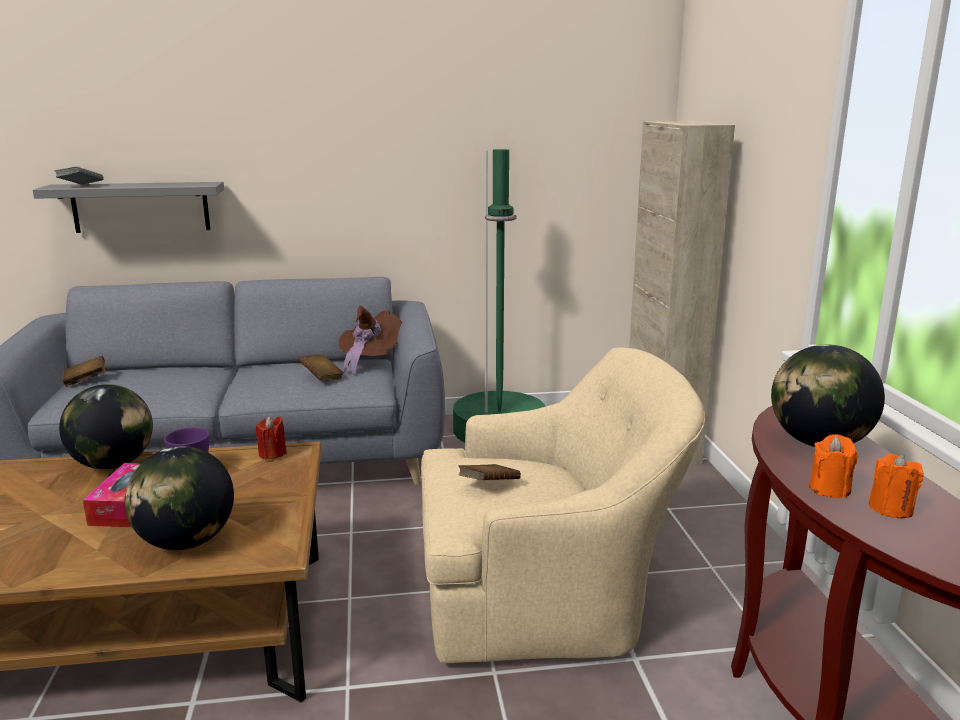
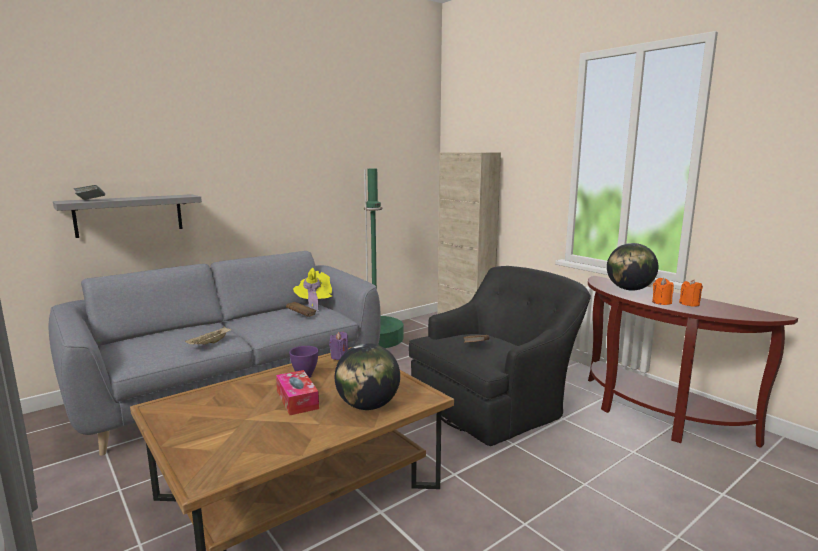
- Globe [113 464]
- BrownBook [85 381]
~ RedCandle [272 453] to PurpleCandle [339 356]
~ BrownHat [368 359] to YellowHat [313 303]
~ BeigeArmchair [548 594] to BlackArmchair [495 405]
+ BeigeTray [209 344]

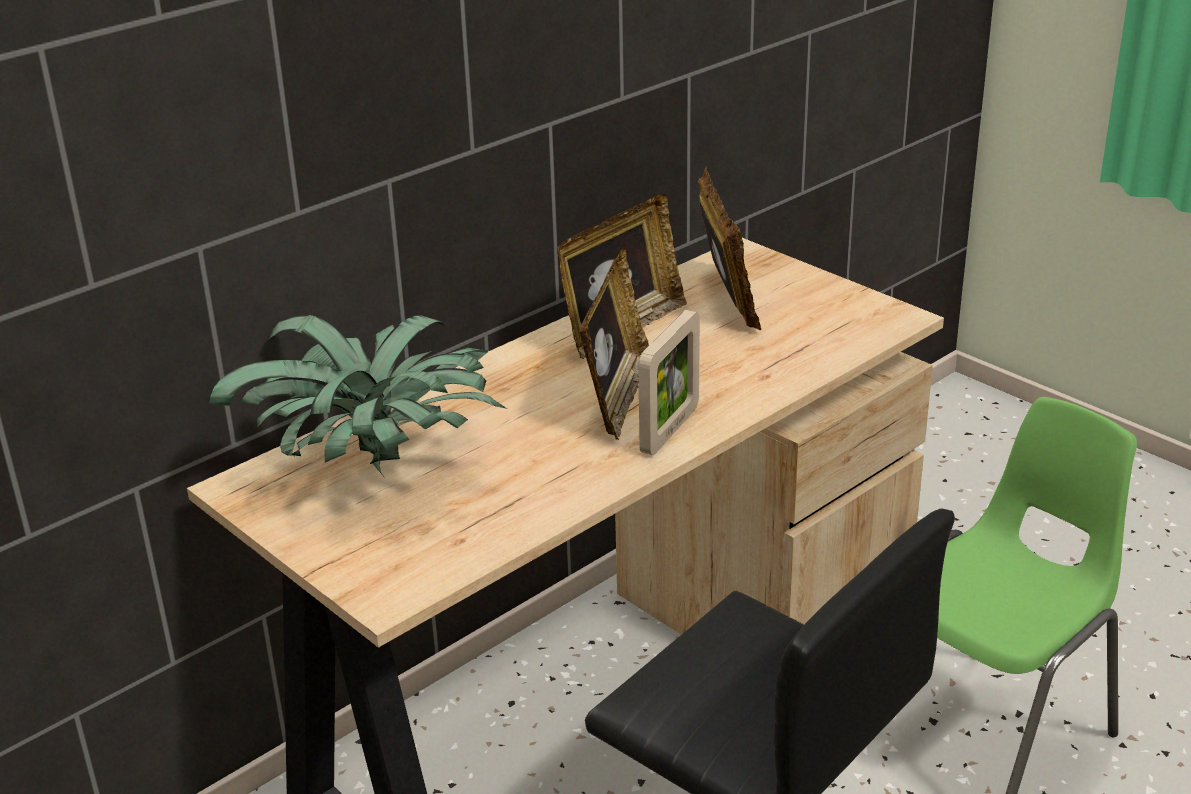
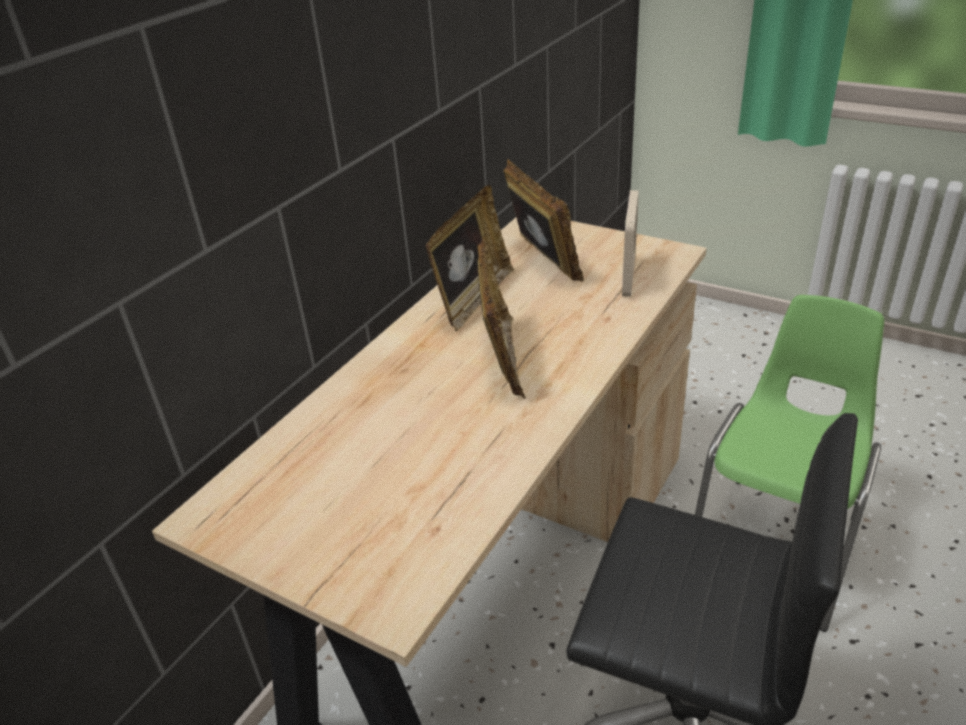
- PottedPlant [379 468]
~ PictureFrame [670 430] to [628 278]

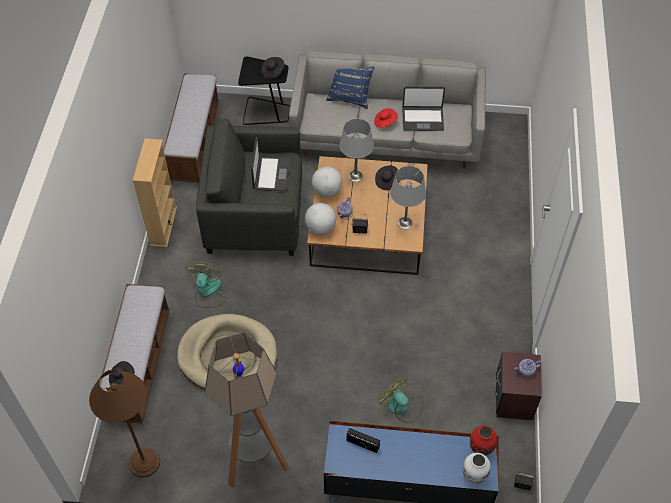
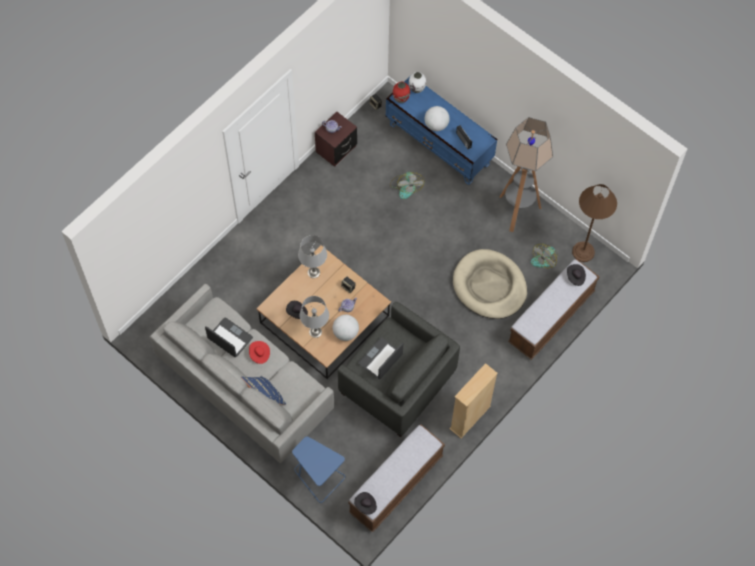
~ Fan [208 292] to [544 258]
~ BlackSideTable [266 112] to BlueSideTable [318 477]
~ BlackHat [273 72] to [365 505]
~ Globe [320 228] to [436 125]

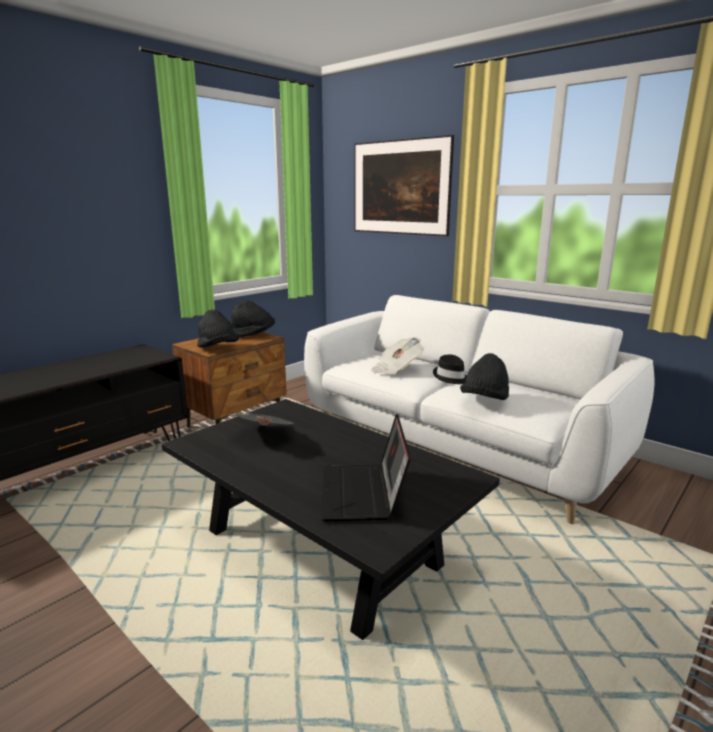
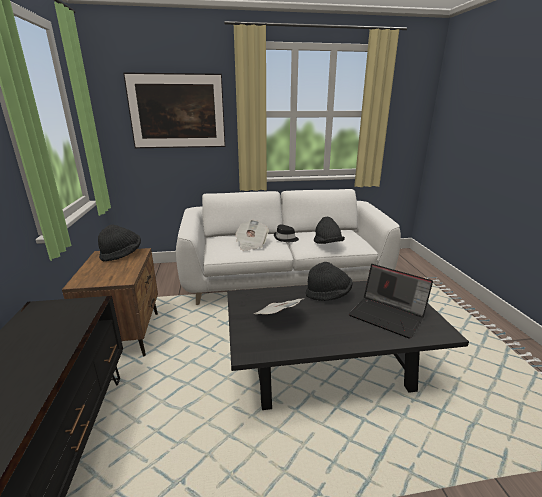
~ BlackHat [218 348] to [328 295]

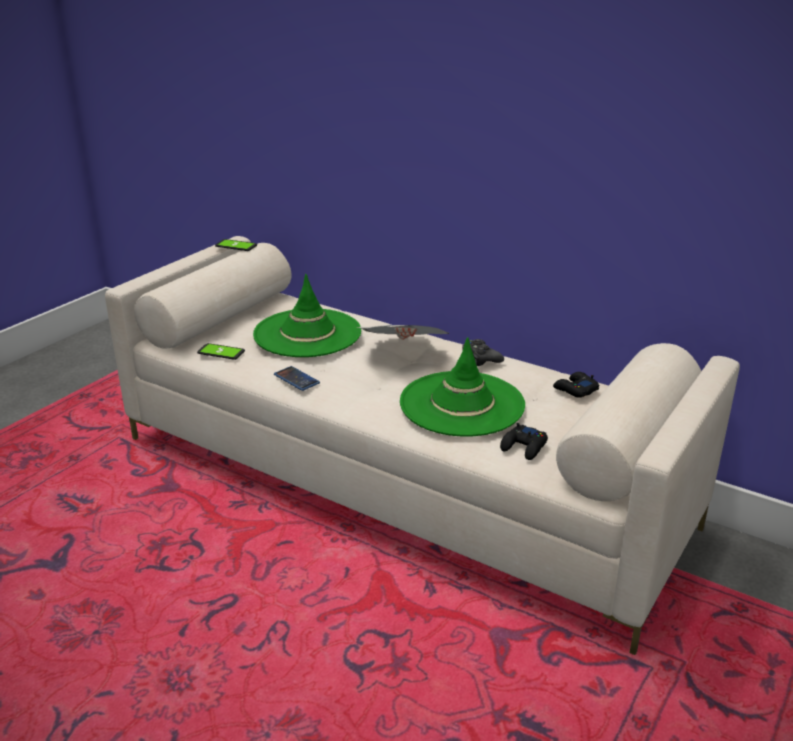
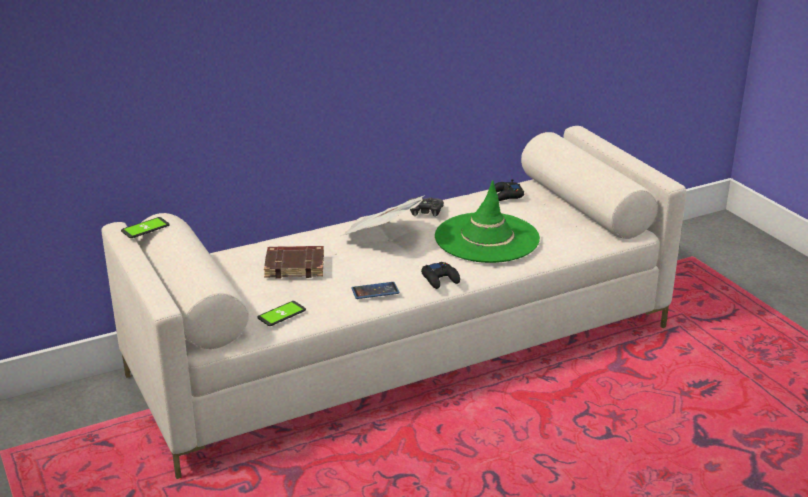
~ GreenHat [307 333] to BrownBook [295 266]
~ BlackGameController [524 447] to [440 279]

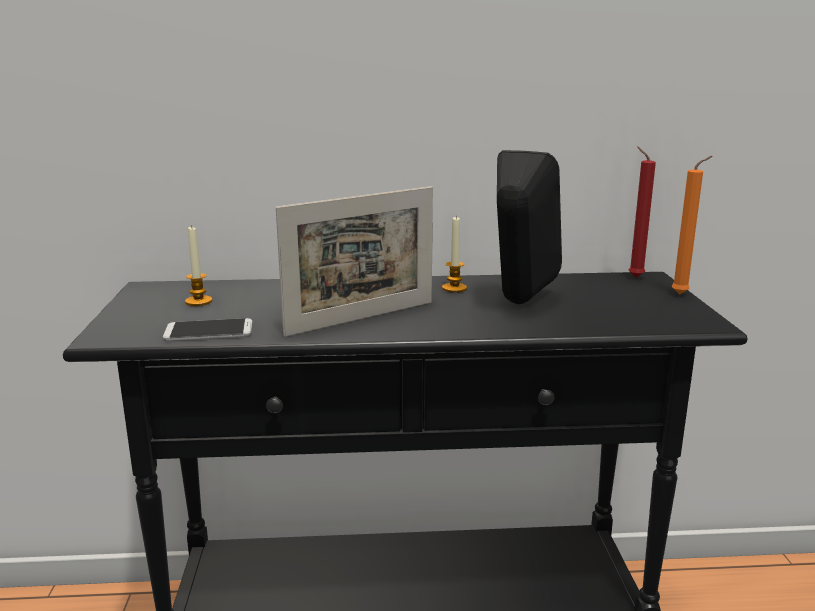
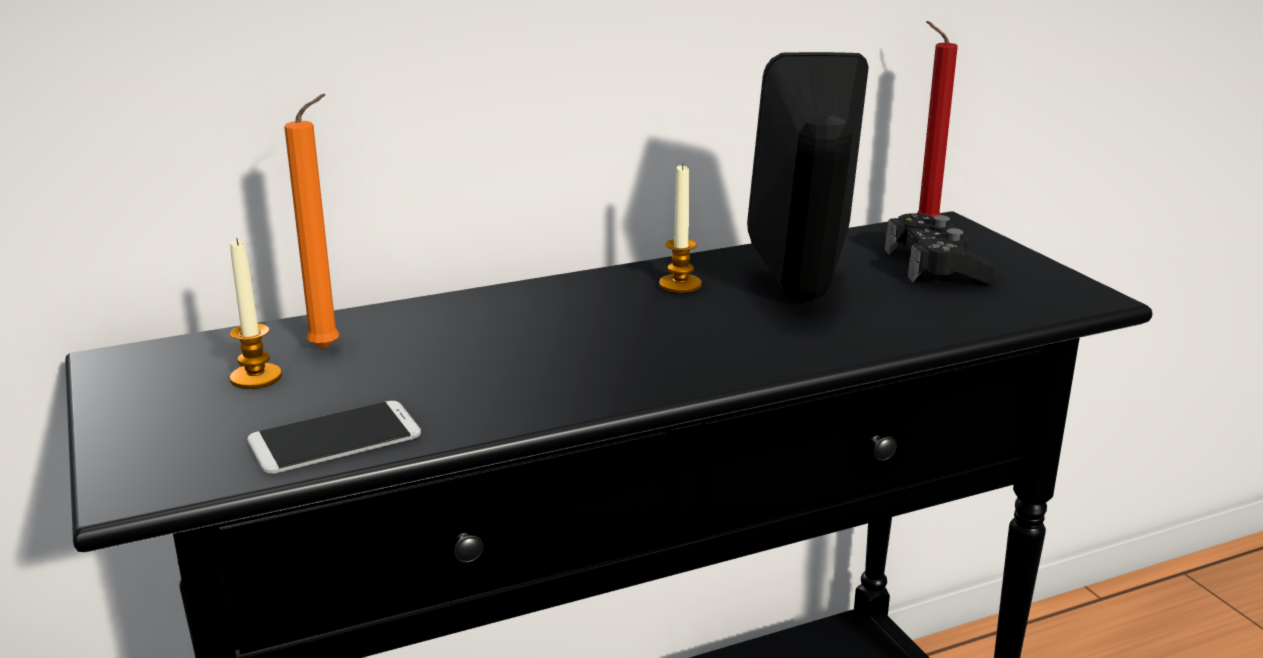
- PictureFrame [361 318]
~ OrangeCandle [682 294] to [330 348]
+ BlackGameController [936 266]

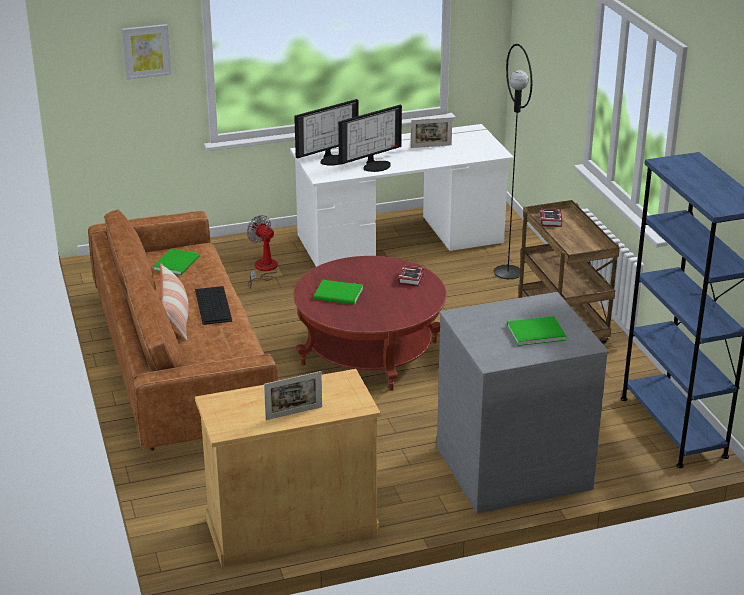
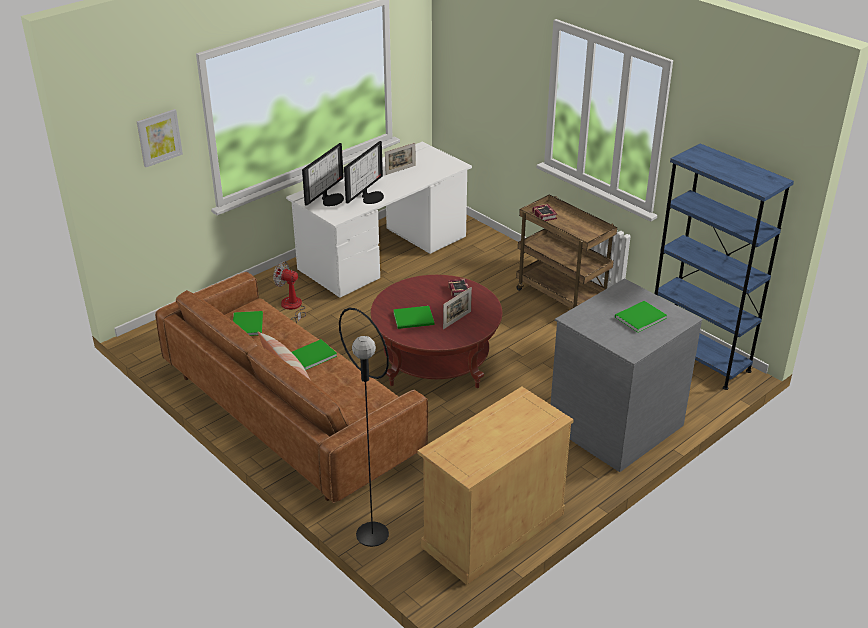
~ Keyboard [212 305] to GreenBook [311 355]
~ PictureFrame [294 413] to [457 320]
~ BlackFloorLamp [507 272] to [372 534]

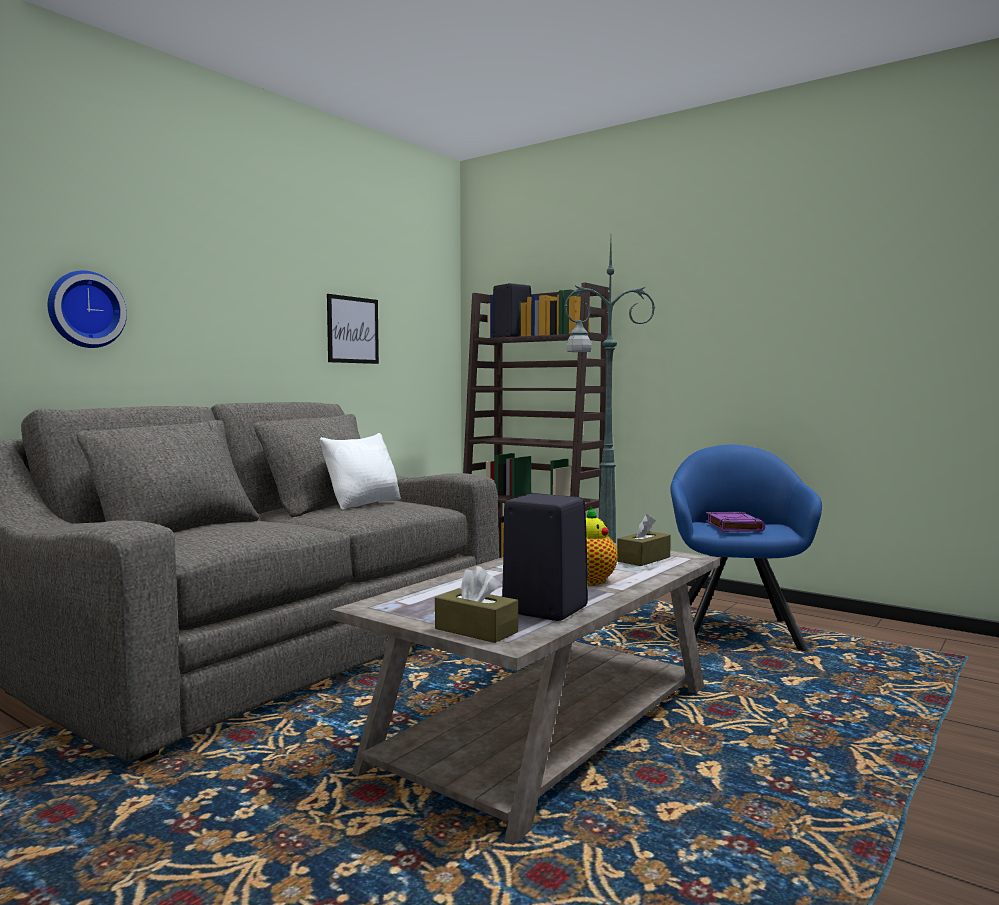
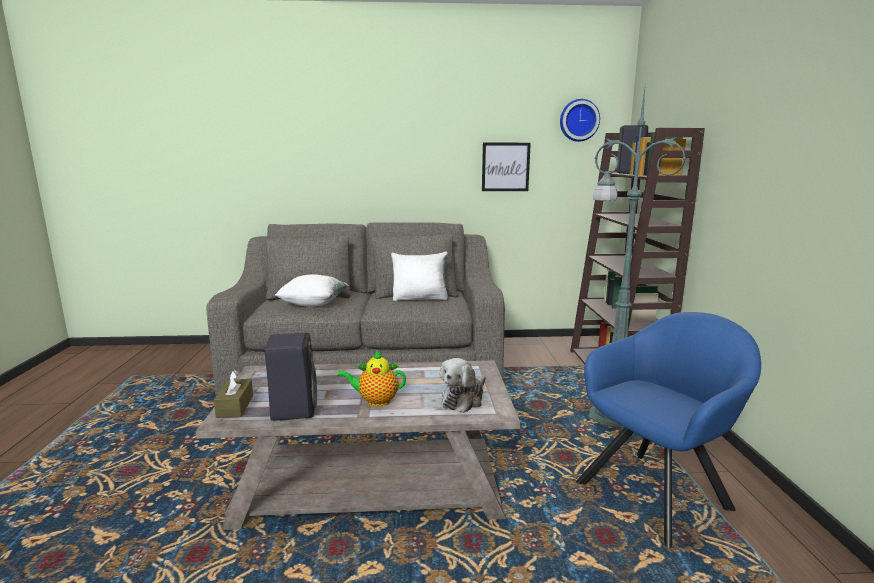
~ WallClock [85 310] to [578 120]
~ BrownTissueBox [643 559] to PlushToy [464 399]
- PurpleBook [733 526]
+ WhitePillow [313 304]

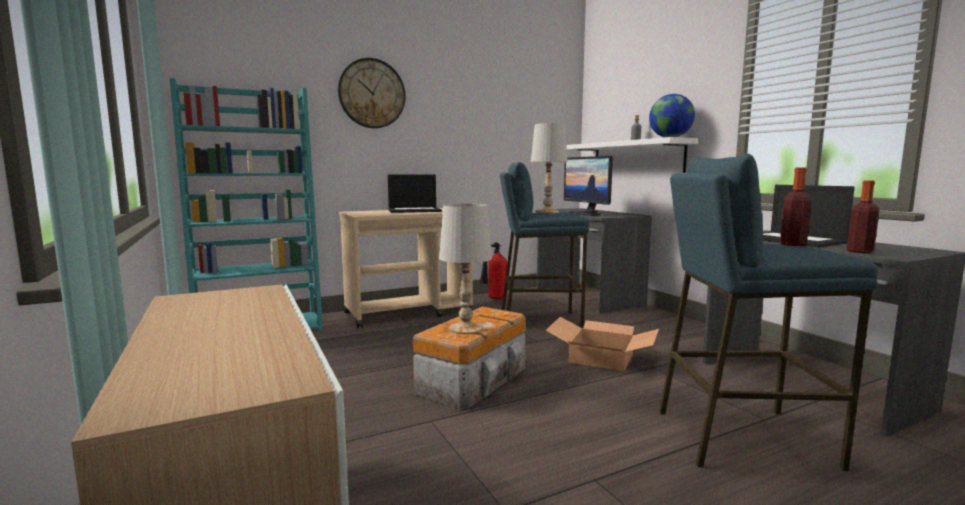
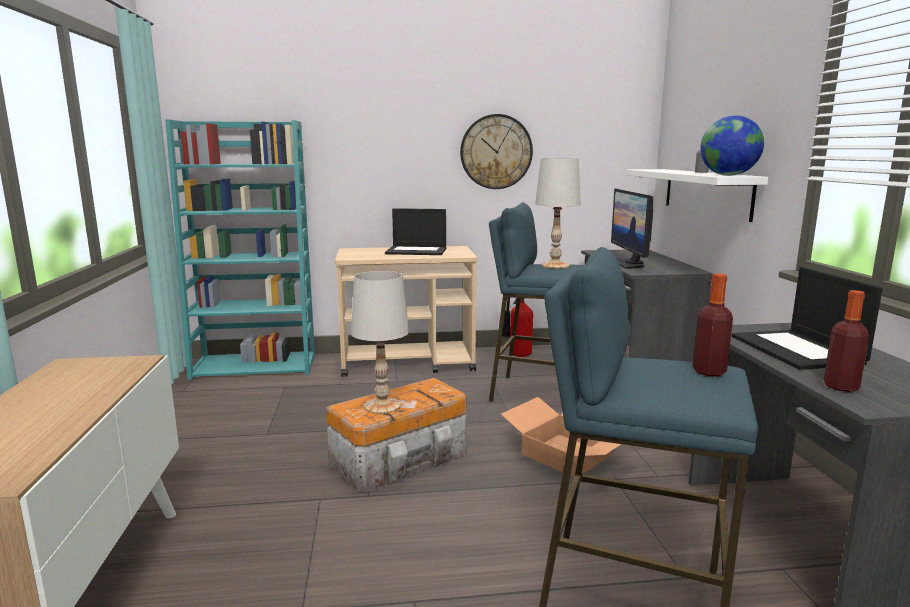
~ WallClock [372 93] to [496 152]

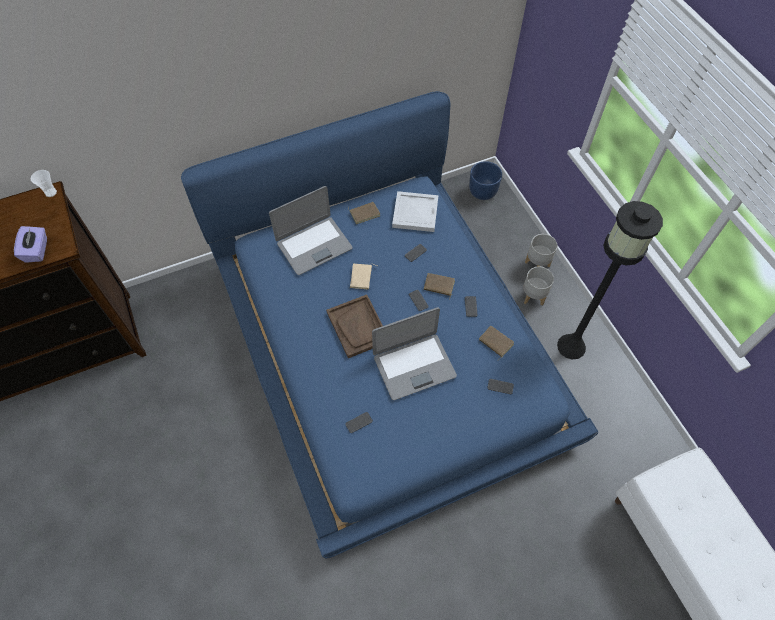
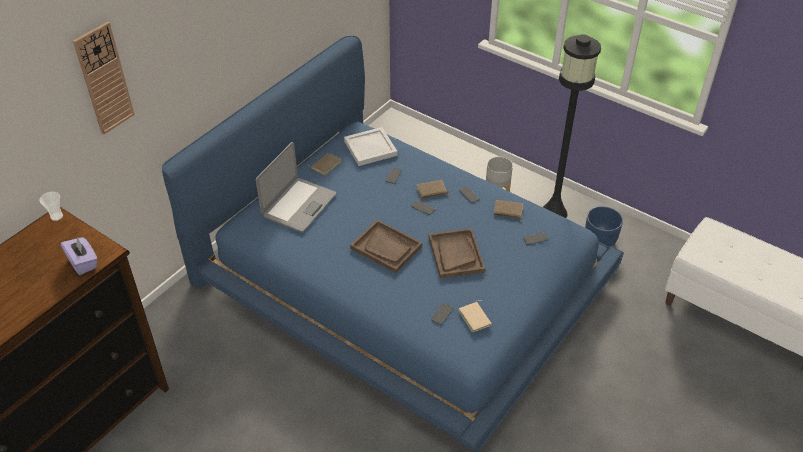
~ BeigeBook [362 277] to [475 318]
~ Laptop [414 365] to BrownTray [456 254]
~ BluePlanter [483 191] to [600 240]
- GreyPlanter [537 264]
+ WallClock [104 79]

